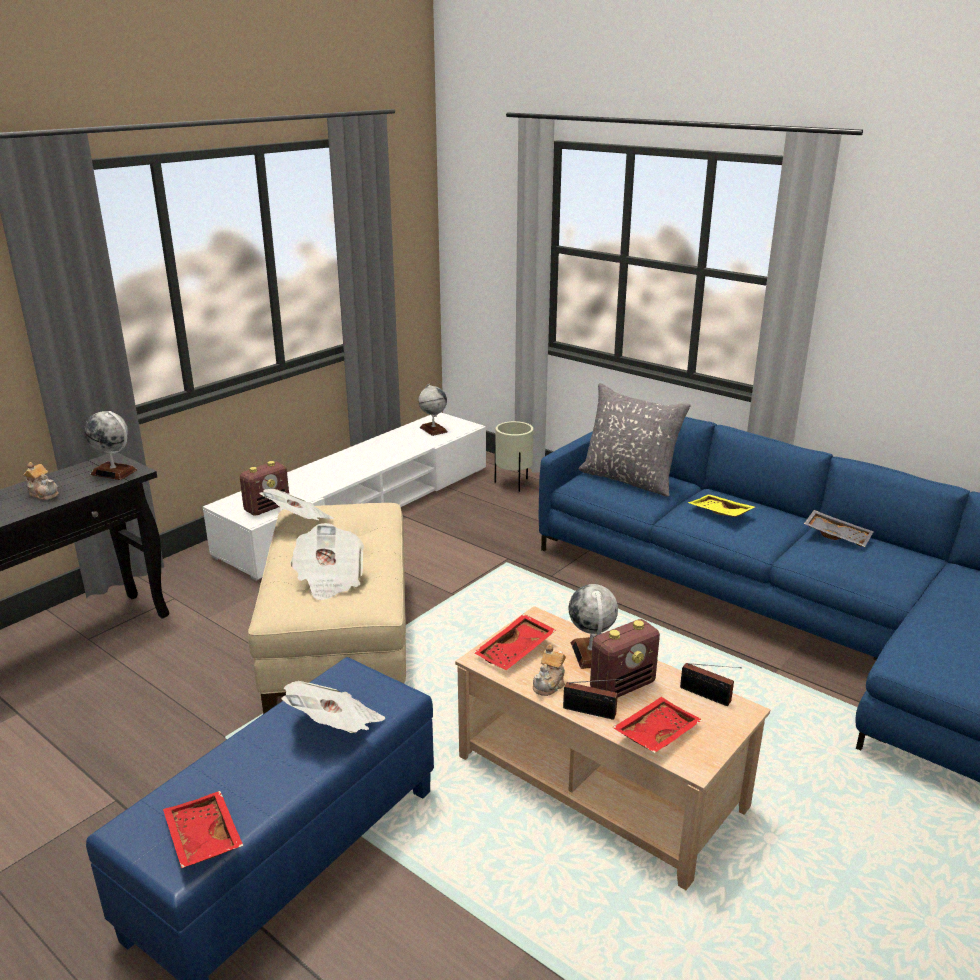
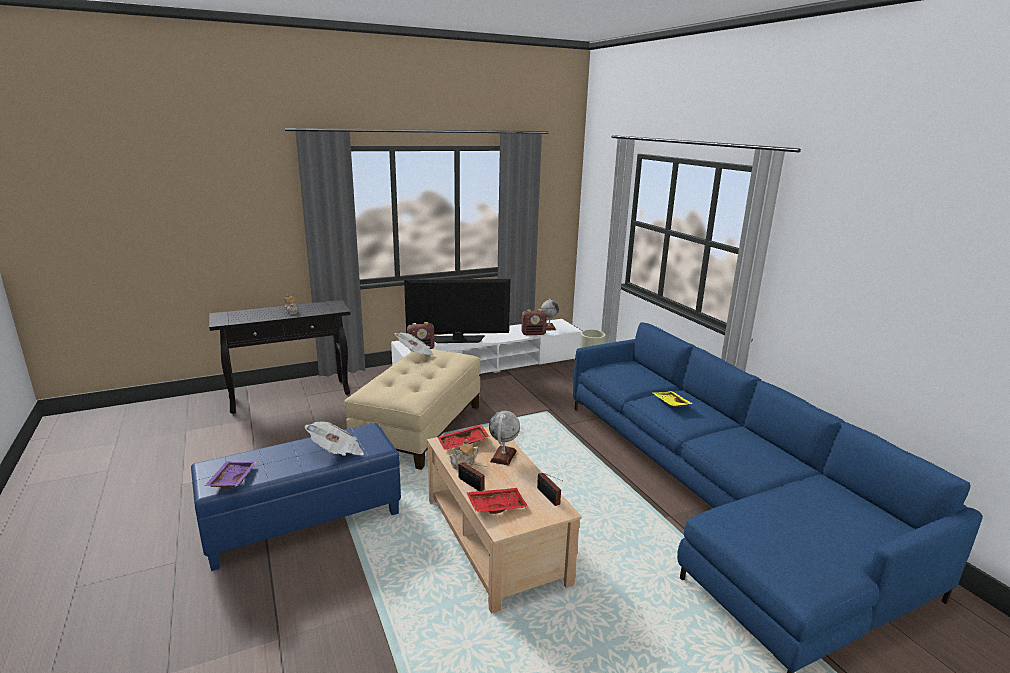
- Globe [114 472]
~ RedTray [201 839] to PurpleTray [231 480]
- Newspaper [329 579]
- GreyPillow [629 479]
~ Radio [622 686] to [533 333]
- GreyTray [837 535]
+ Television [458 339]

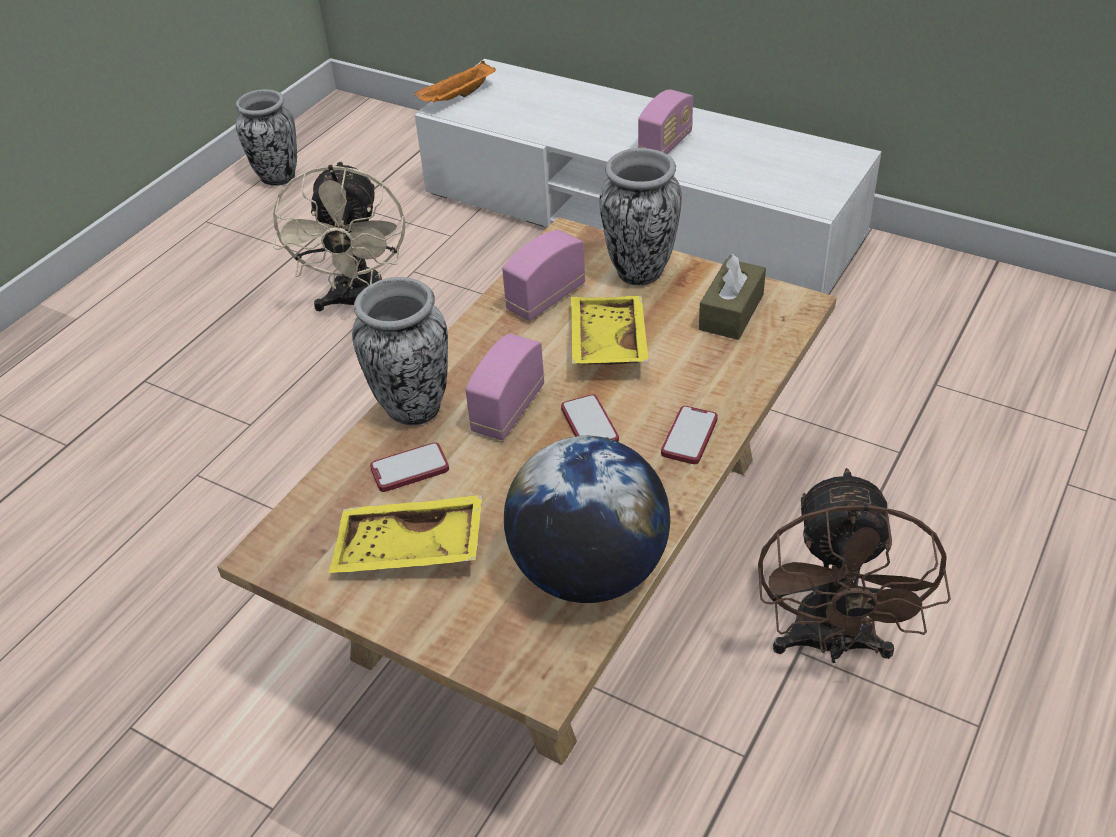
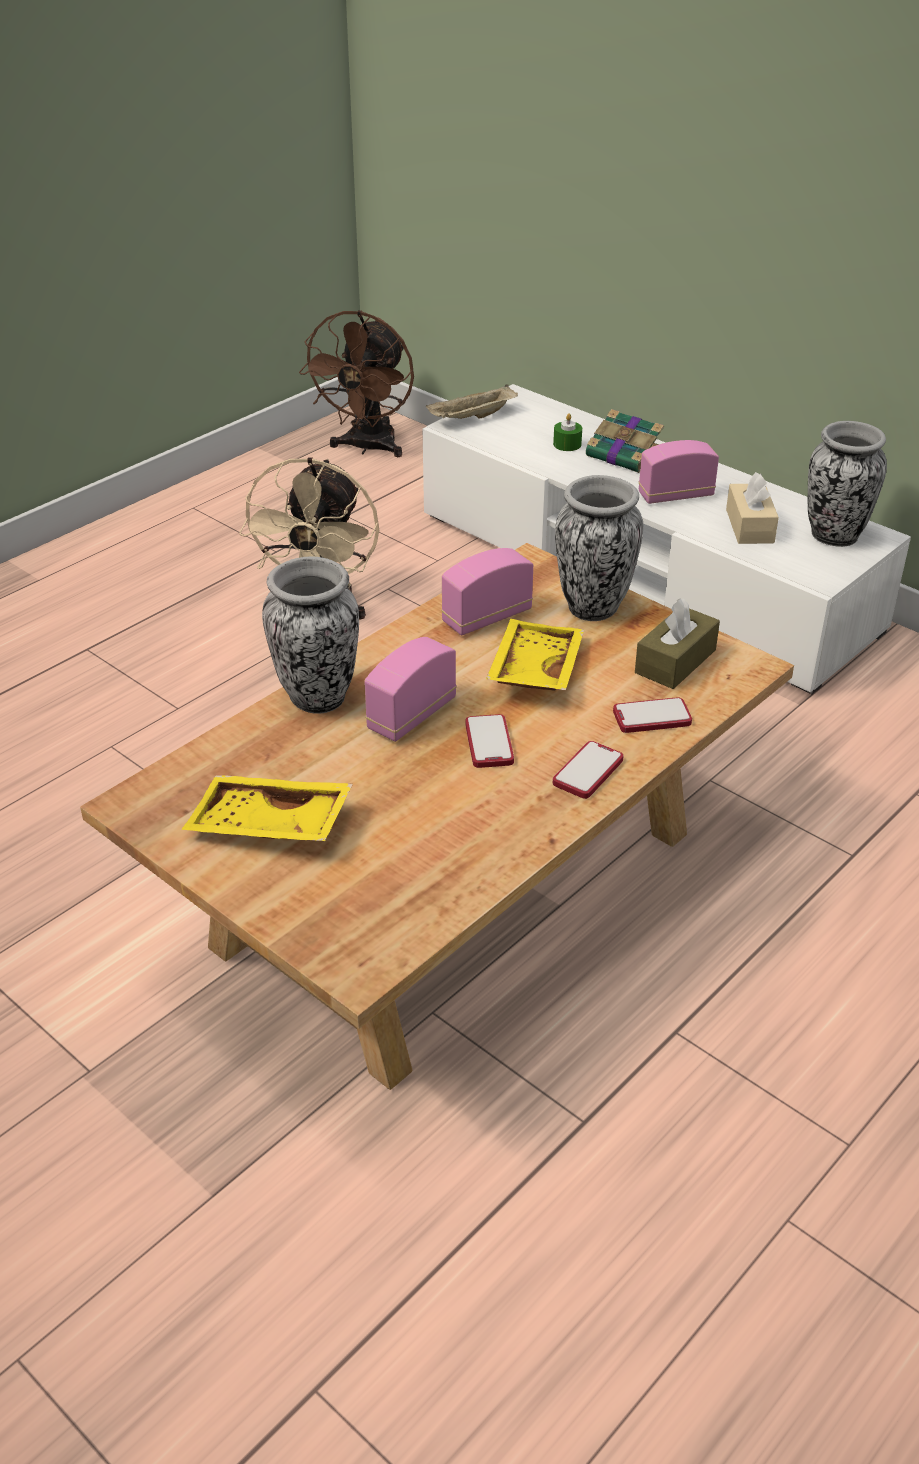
~ Vase [277 178] to [834 537]
~ Phone [410 469] to [652 717]
~ OrangeTray [457 97] to BeigeTray [472 418]
- Globe [589 572]
~ Radio [665 145] = [675 495] 150 degrees counterclockwise
~ BrownFan [831 644] to [367 448]
+ GreenCandle [567 444]
+ Book [626 456]
+ BeigeTissueBox [749 526]

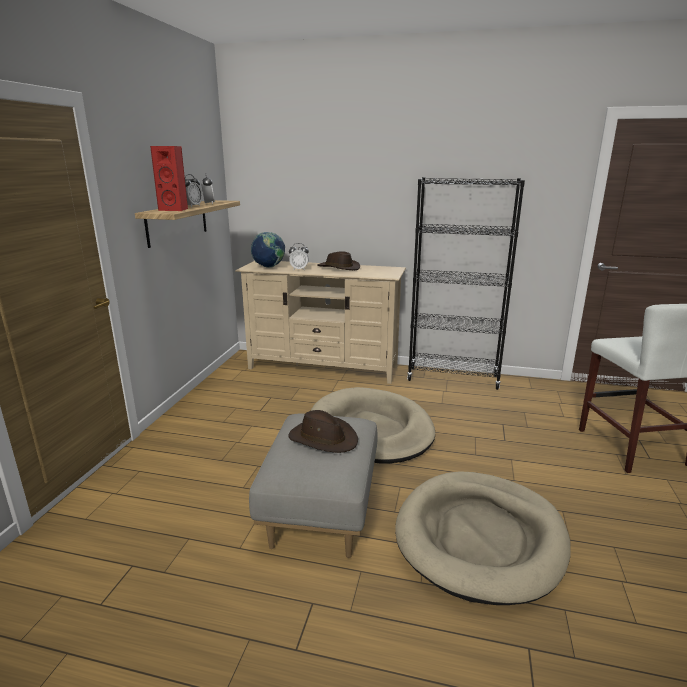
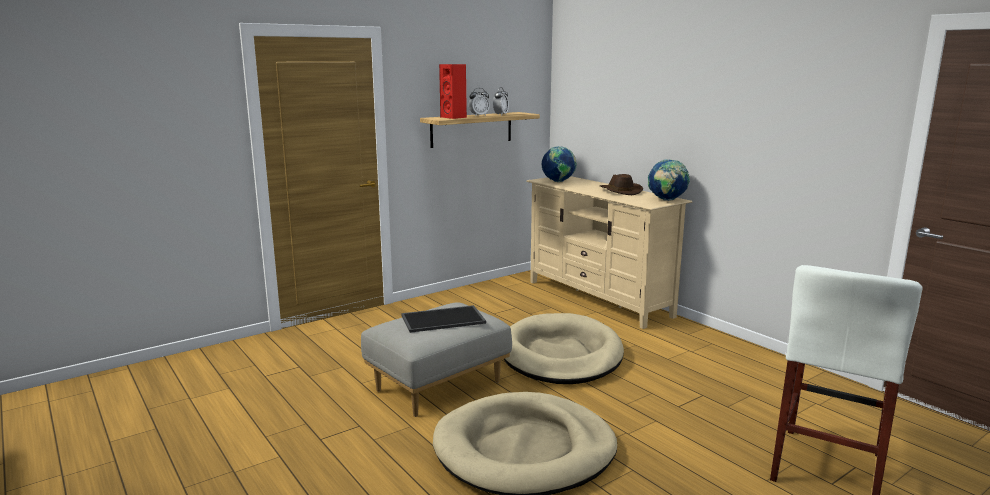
~ BrownHat [323 438] to Tray [443 319]
- AlarmClock [299 269]
- BlackBookcase [453 378]
+ Globe [666 200]

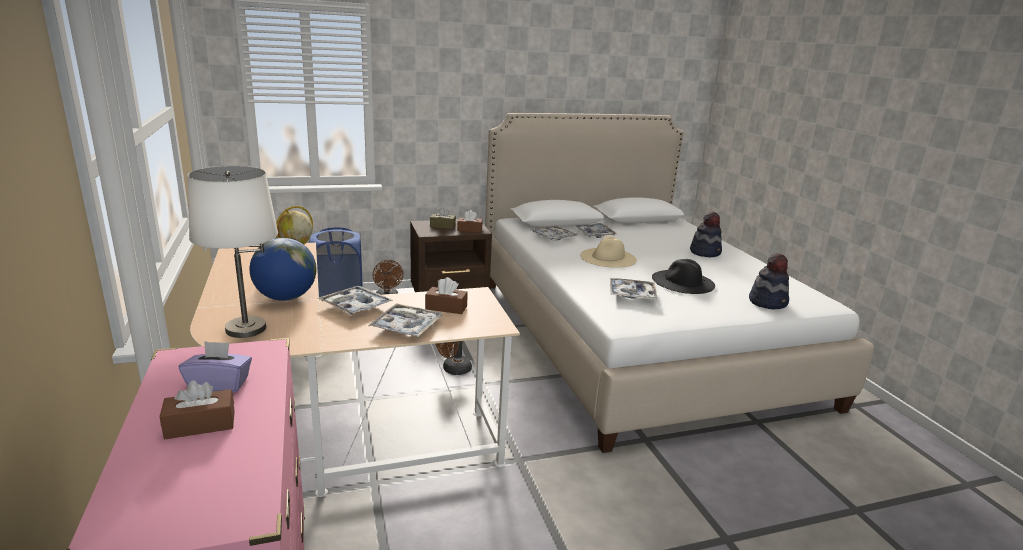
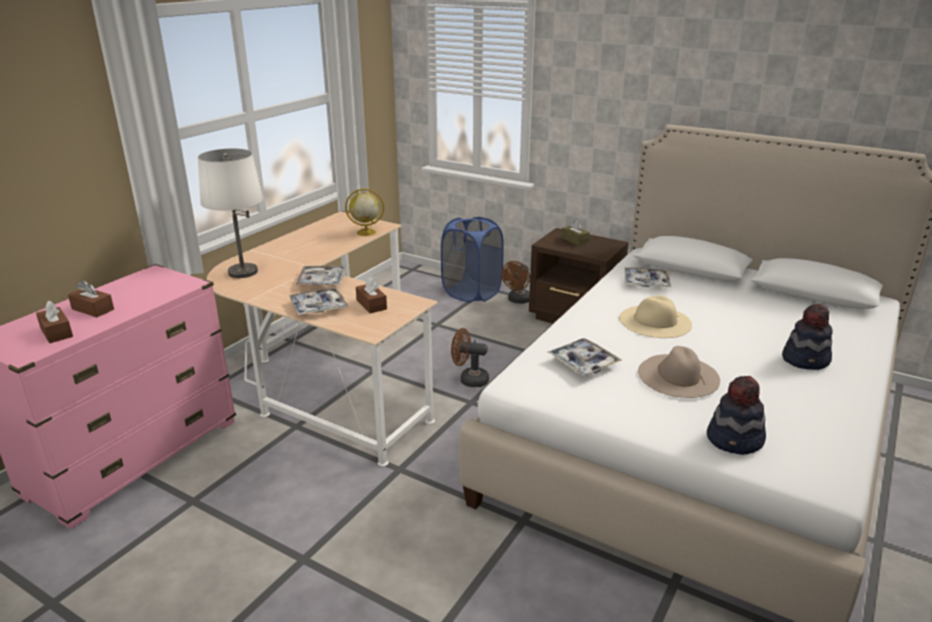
- PurpleTissueBox [219 384]
- Globe [286 297]
~ BrownTissueBox [469 230] to [56 332]
- Tray [594 234]
~ BlackHat [682 281] to BeigeHat [678 375]

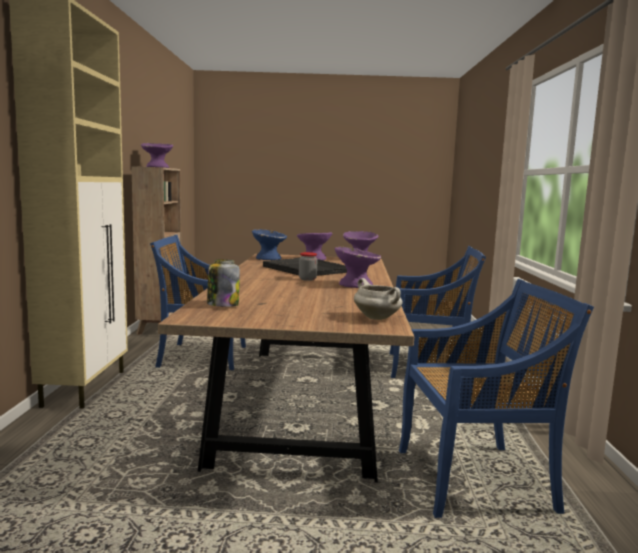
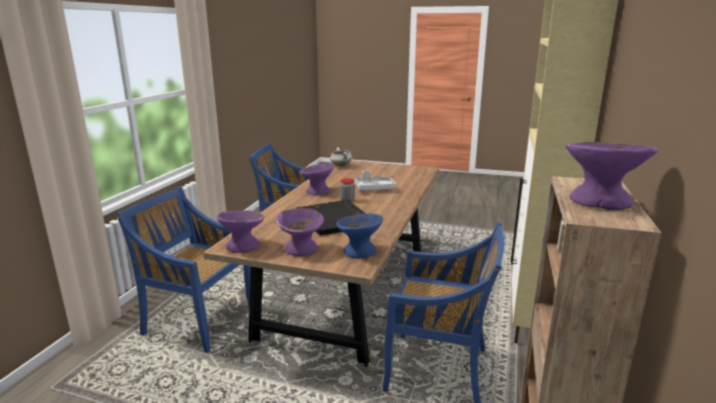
- Jar [222 305]
+ GreyTray [374 188]

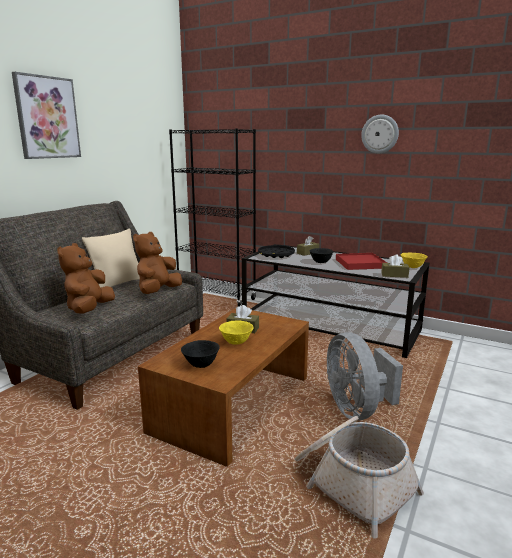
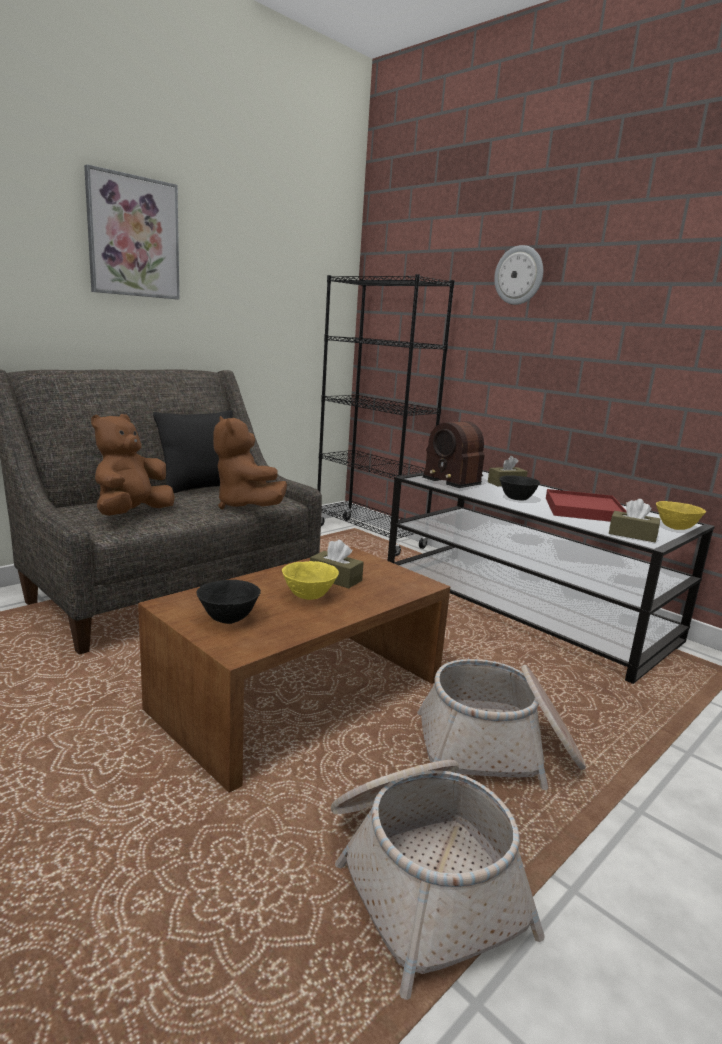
~ BeigePillow [118 284] to BlackPillow [201 488]
~ BrownPlushToy [158 291] = [245 506] 75 degrees counterclockwise
~ BlackTray [276 254] to Radio [452 479]
~ GreyFan [357 409] to Basket [497 751]
~ WallClock [380 134] to [519 275]

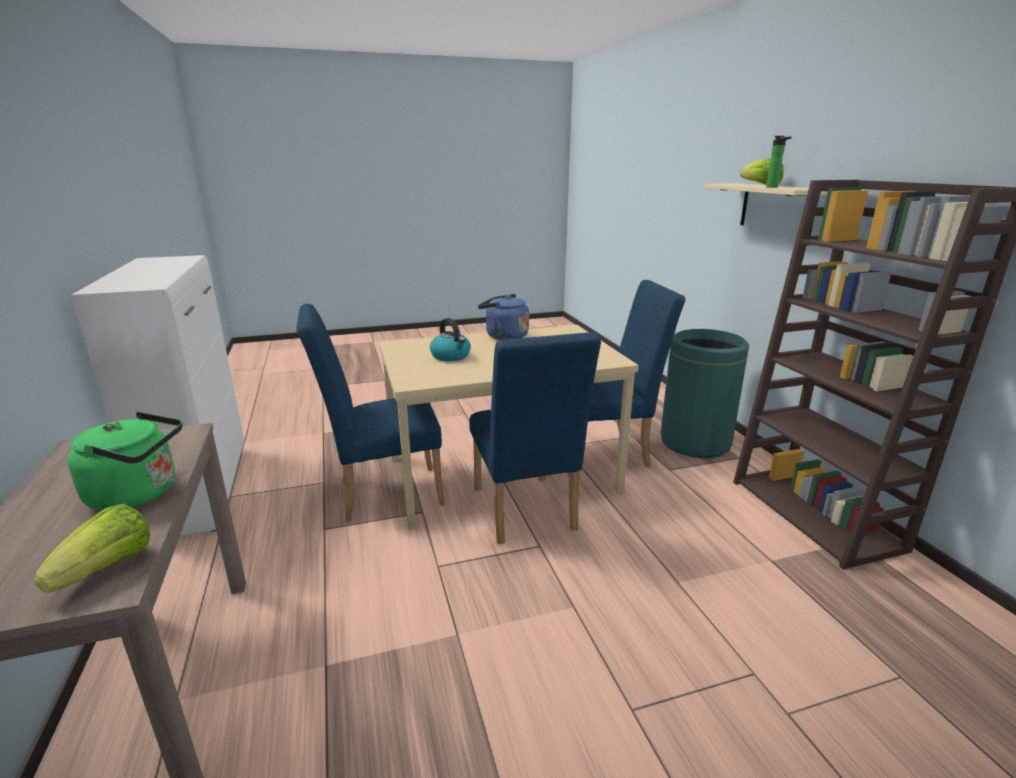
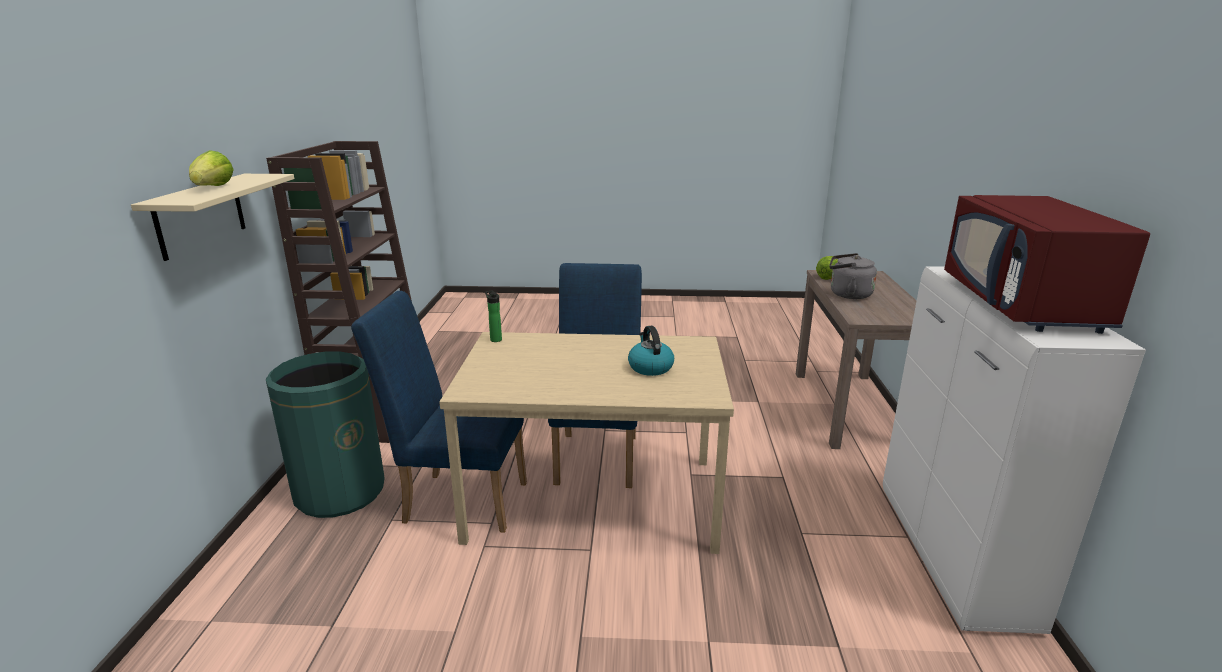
~ GreenKettle [139 494] to GreyKettle [847 294]
- BlueChair [381 493]
- BlueKettle [504 336]
~ Bottle [773 187] to [495 339]
+ RedMicrowave [1022 304]

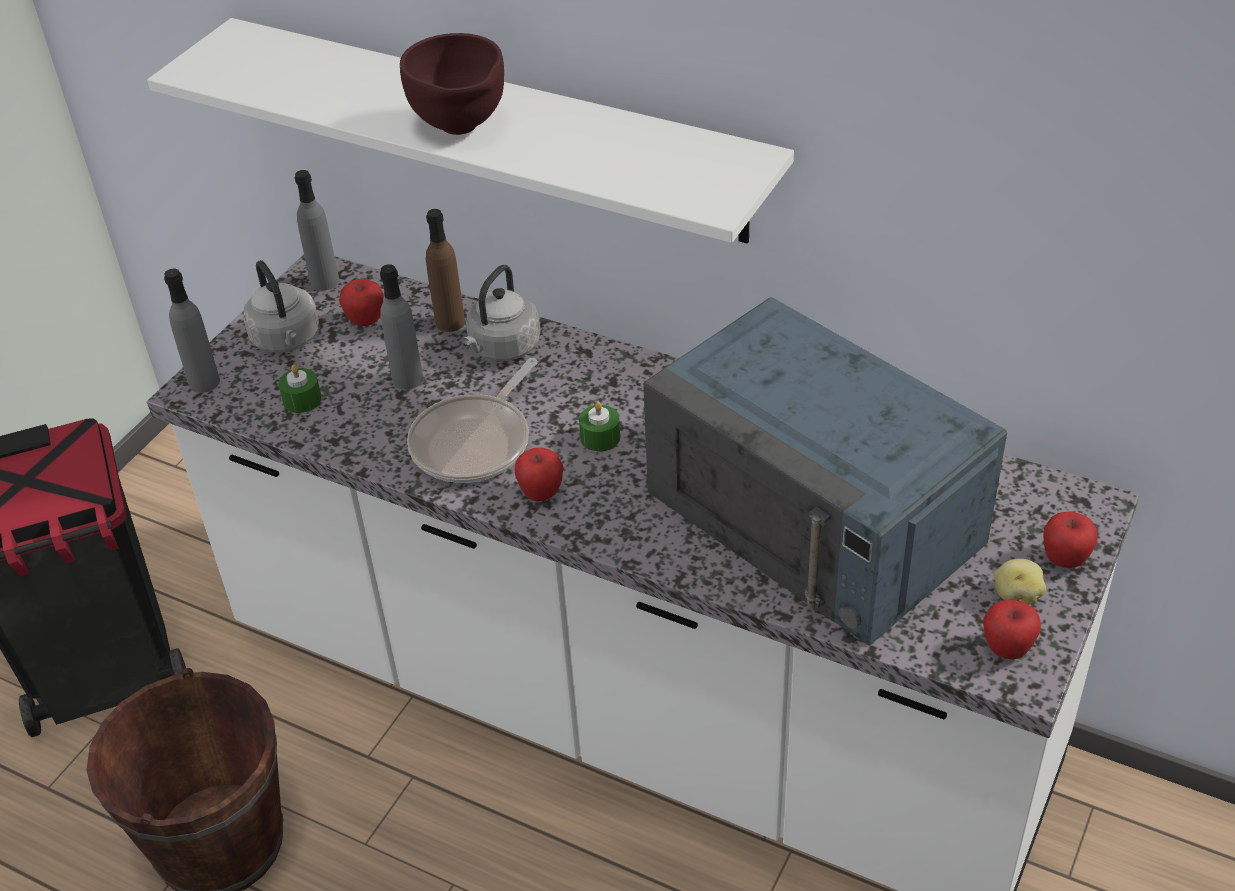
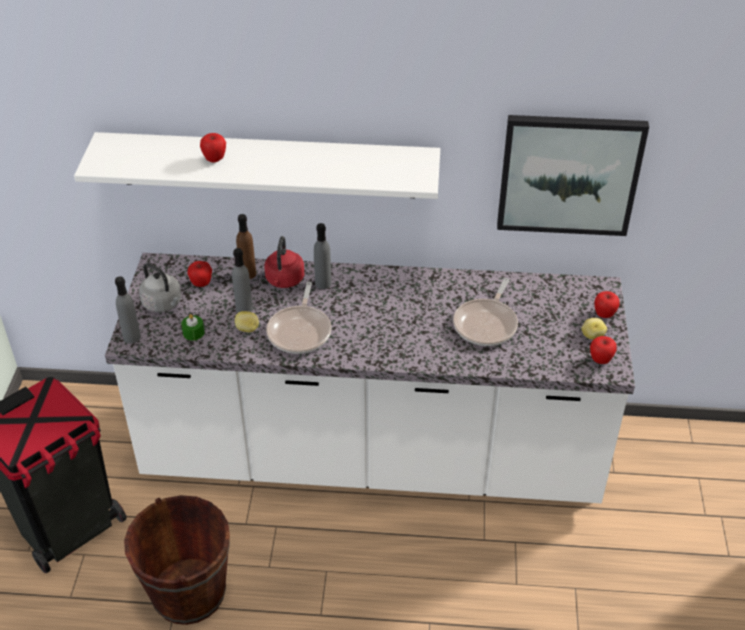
~ GreyBottle [325 281] to [323 283]
- BrownBowl [461 129]
~ GreyKettle [502 348] to RedKettle [284 281]
~ Apple [541 494] to [214 159]
- GreenCandle [600 437]
~ BlueMicrowave [817 517] to FryingPan [486 324]
+ Potato [247 329]
+ Picture [569 174]

